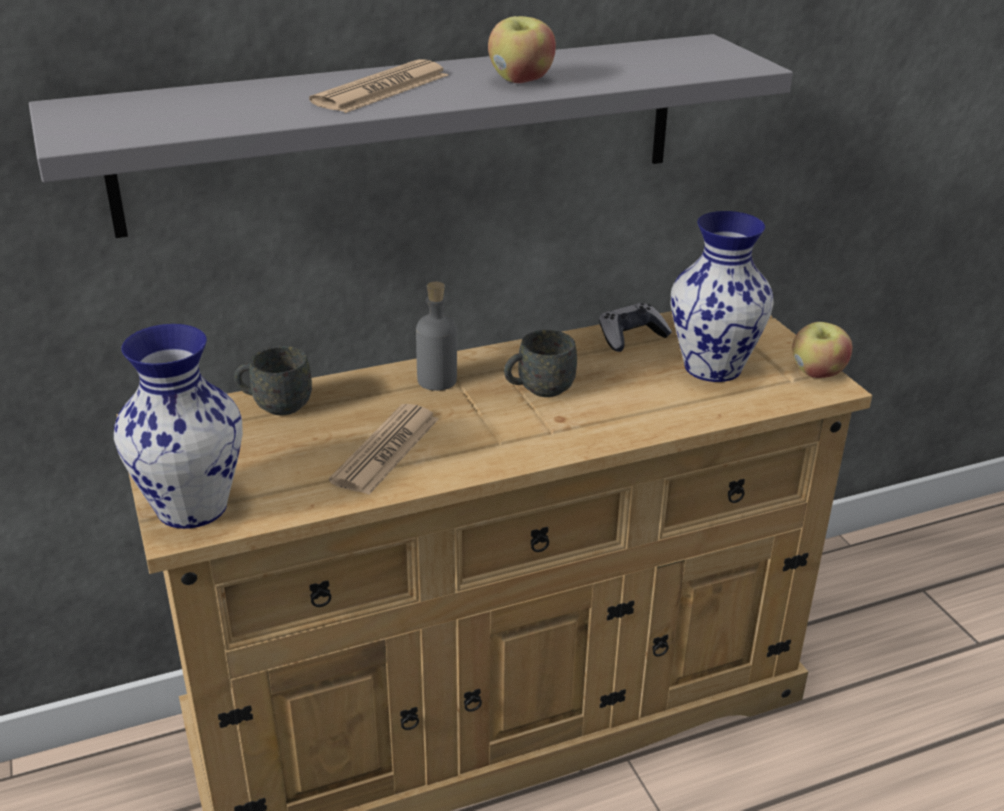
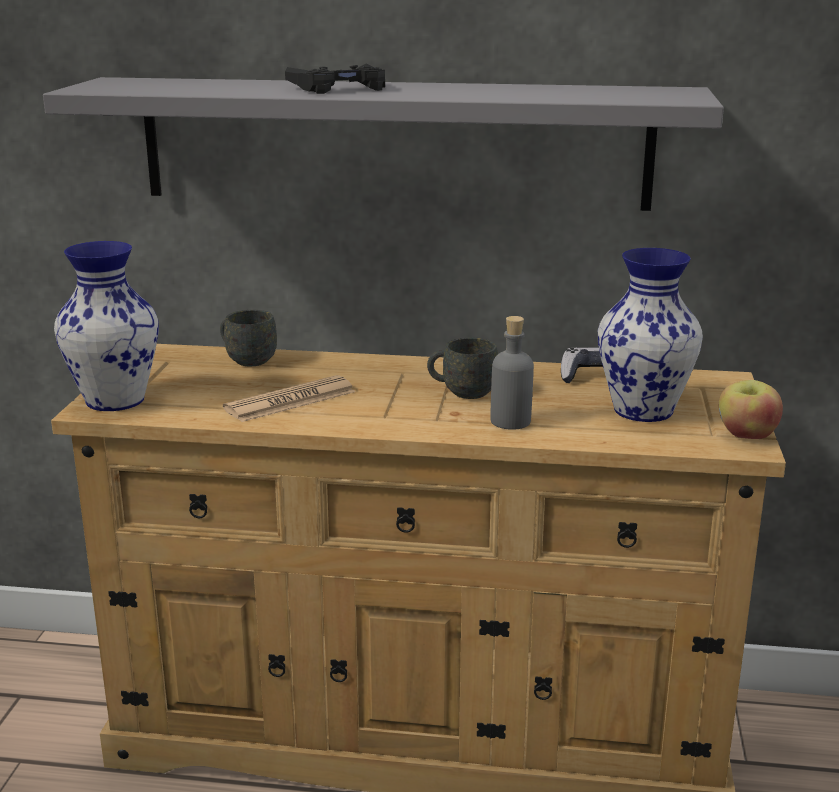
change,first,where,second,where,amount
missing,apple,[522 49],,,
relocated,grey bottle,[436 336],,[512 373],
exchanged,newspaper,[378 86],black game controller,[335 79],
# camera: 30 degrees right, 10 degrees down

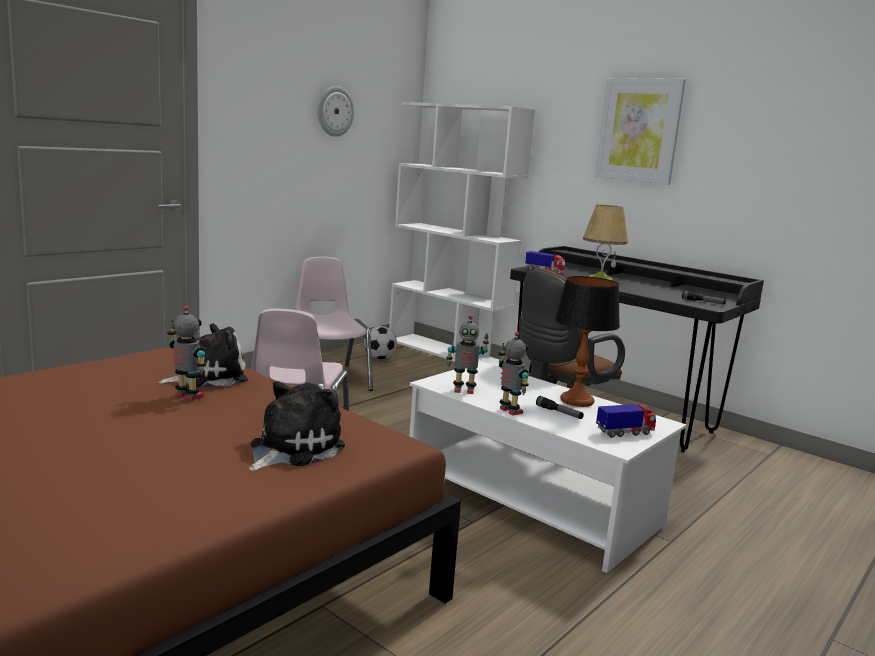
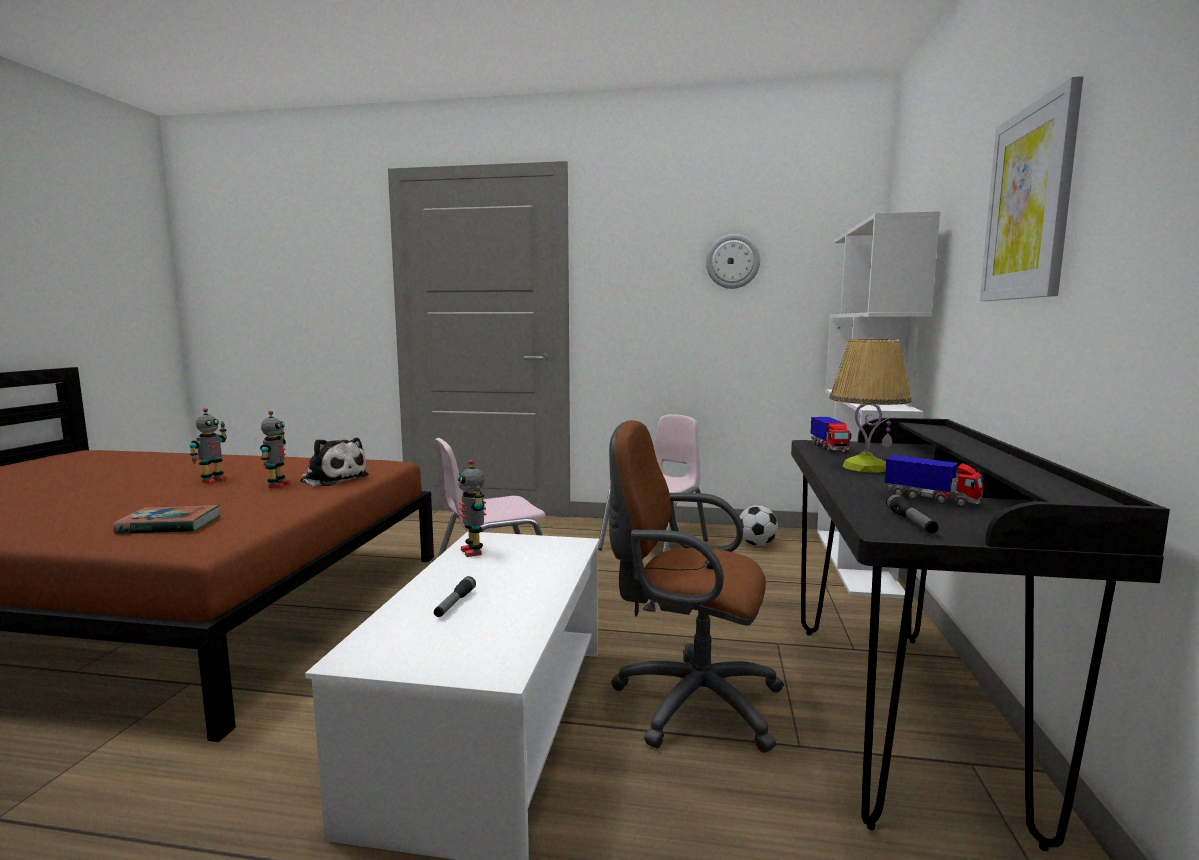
change,first,where,second,where,amount
missing,table lamp,[587 341],,,
relocated,toy robot,[513 373],,[208 446],
relocated,toy truck,[626 421],,[934 481],
exchanged,plush toy,[297 426],book,[166 519],
# camera: 60 degrees right, 5 degrees down

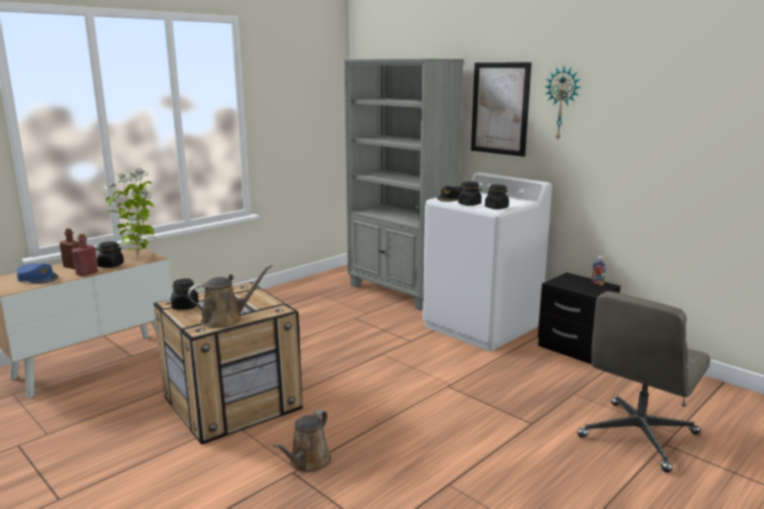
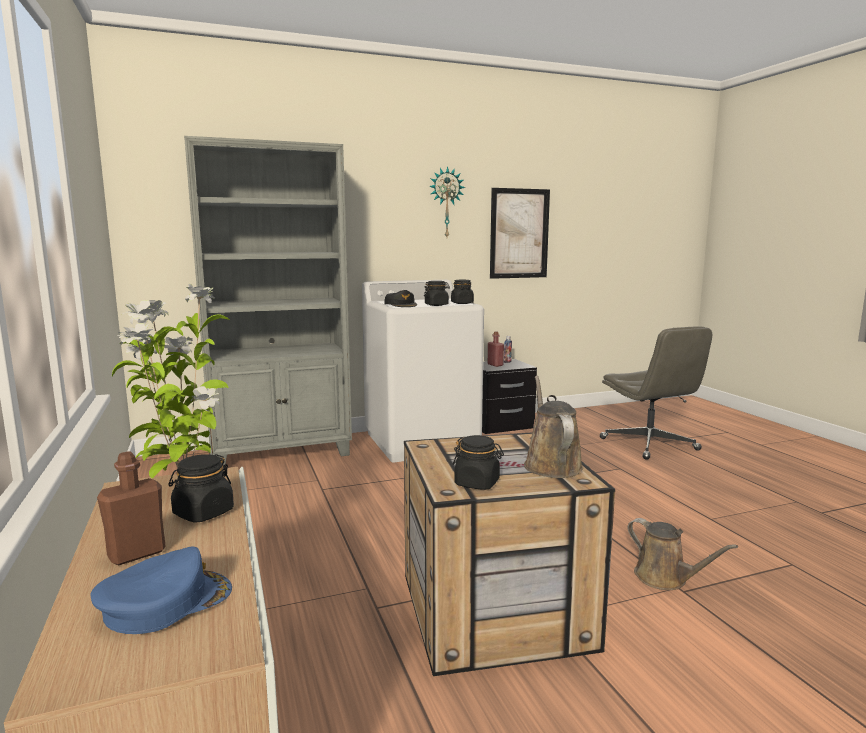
change,first,where,second,where,amount
relocated,red bottle,[85 255],,[496 349],
relocated,picture,[501 109],,[520 233],
# camera: 65 degrees left, 5 degrees down

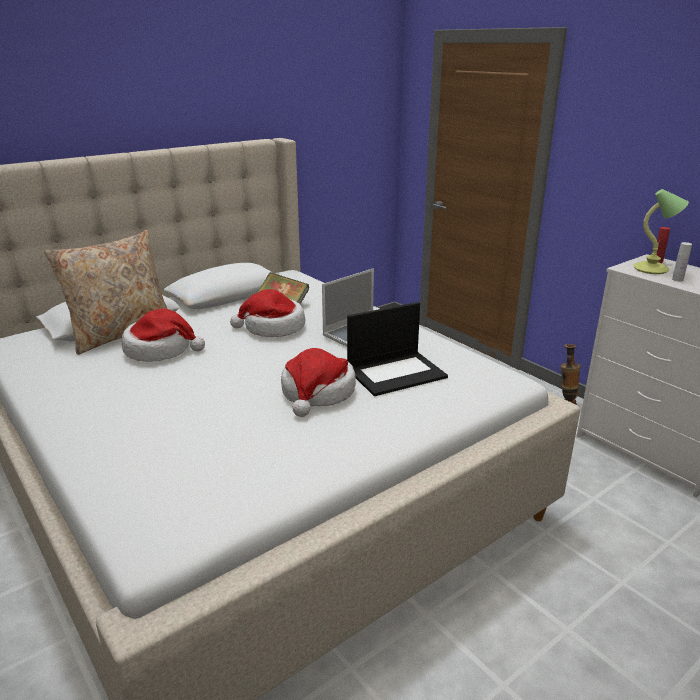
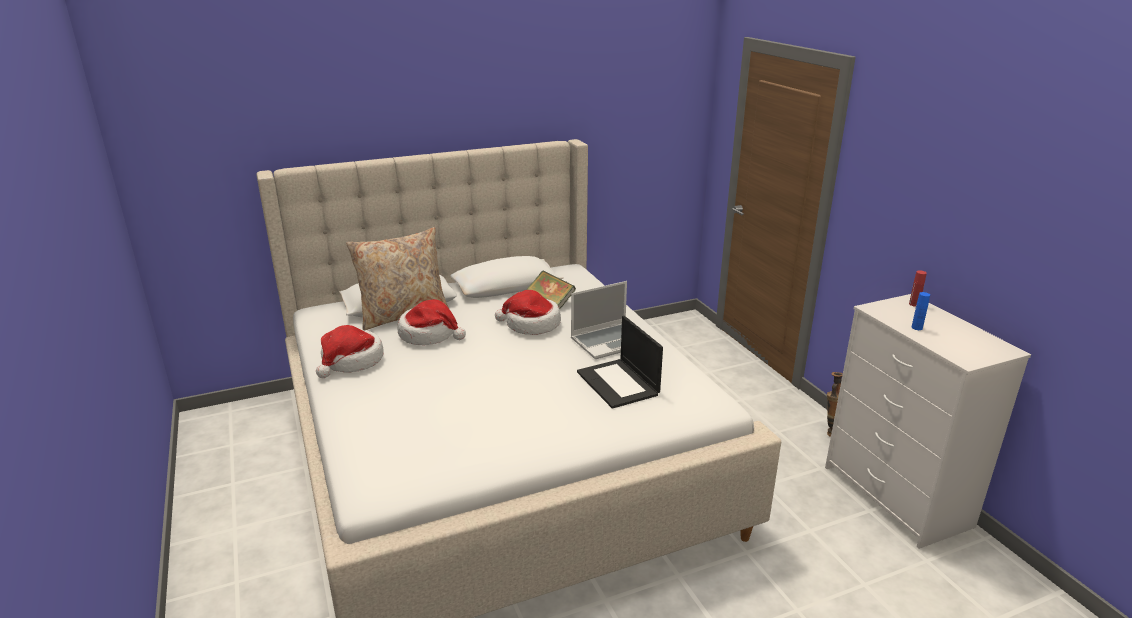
change,first,where,second,where,amount
missing,table lamp,[661 231],,,
relocated,hat,[318 382],,[350 351],
colour,white bottle,[682 262],blue bottle,[921 311],
spun,laptop,[397 349],,[620 362],75 degrees clockwise
# camera: 15 degrees right, 0 degrees up

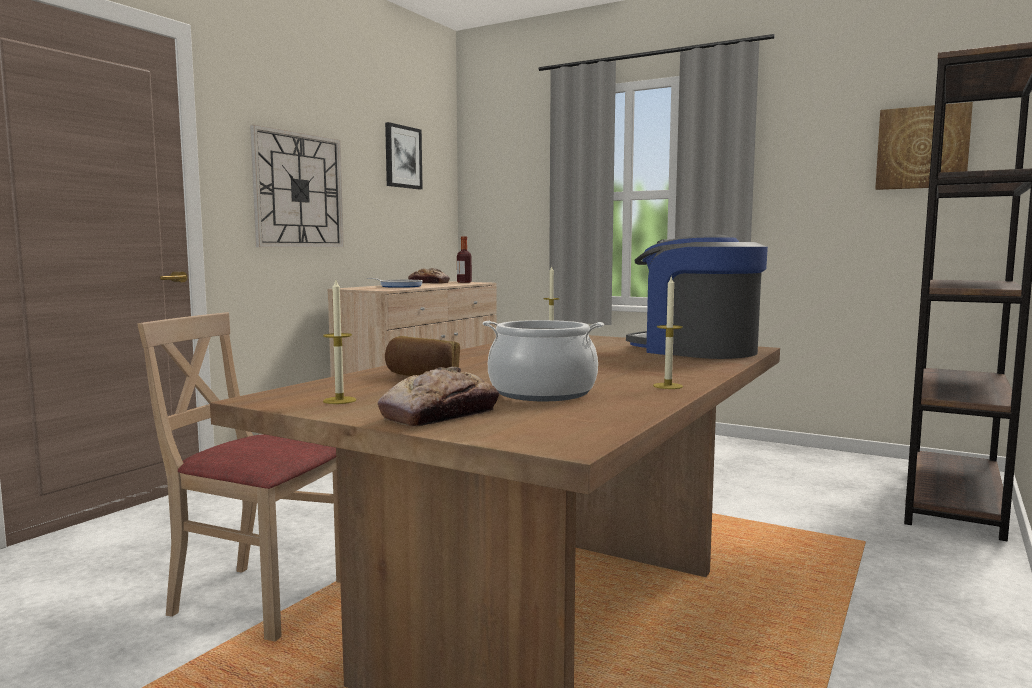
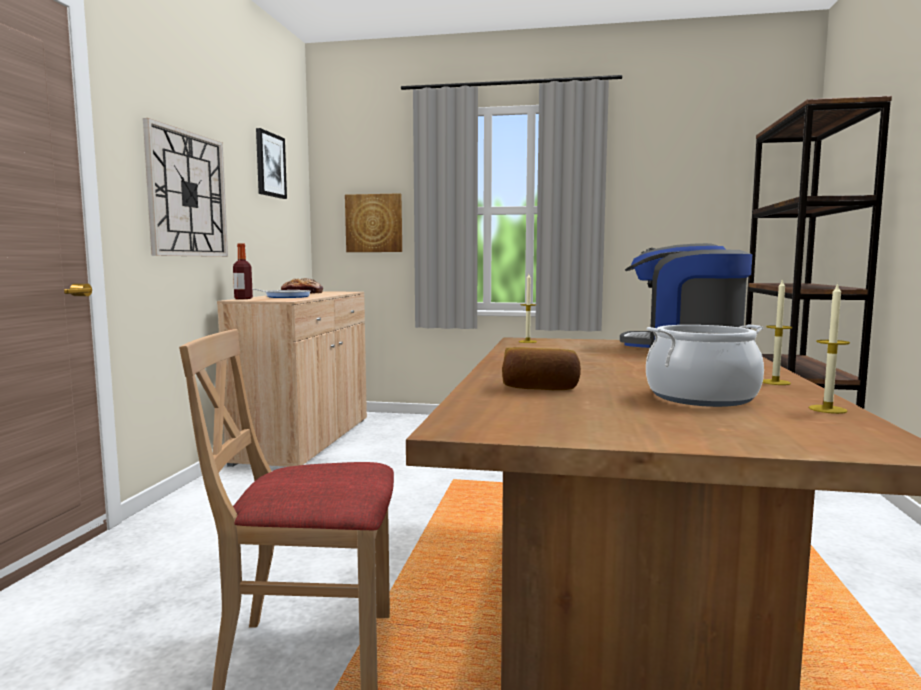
change,first,where,second,where,amount
missing,bread,[438 397],,,
relocated,candle,[339 342],,[829 348],
relocated,bottle,[464 259],,[243 271],
relocated,picture,[924 146],,[373 222],
# camera: 20 degrees left, 0 degrees up

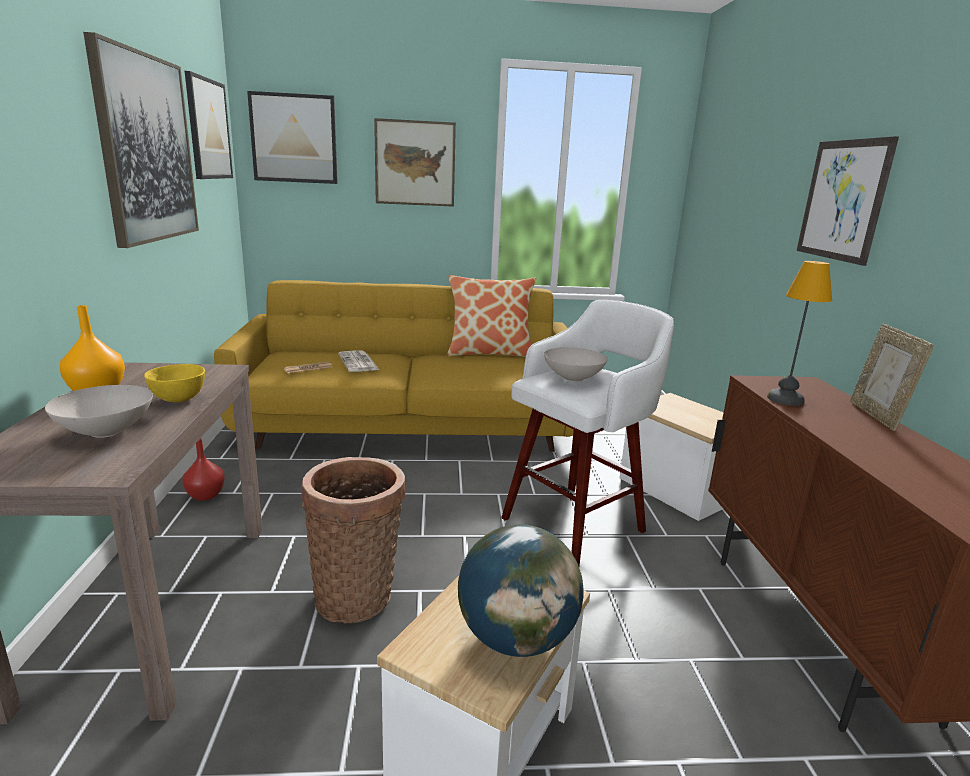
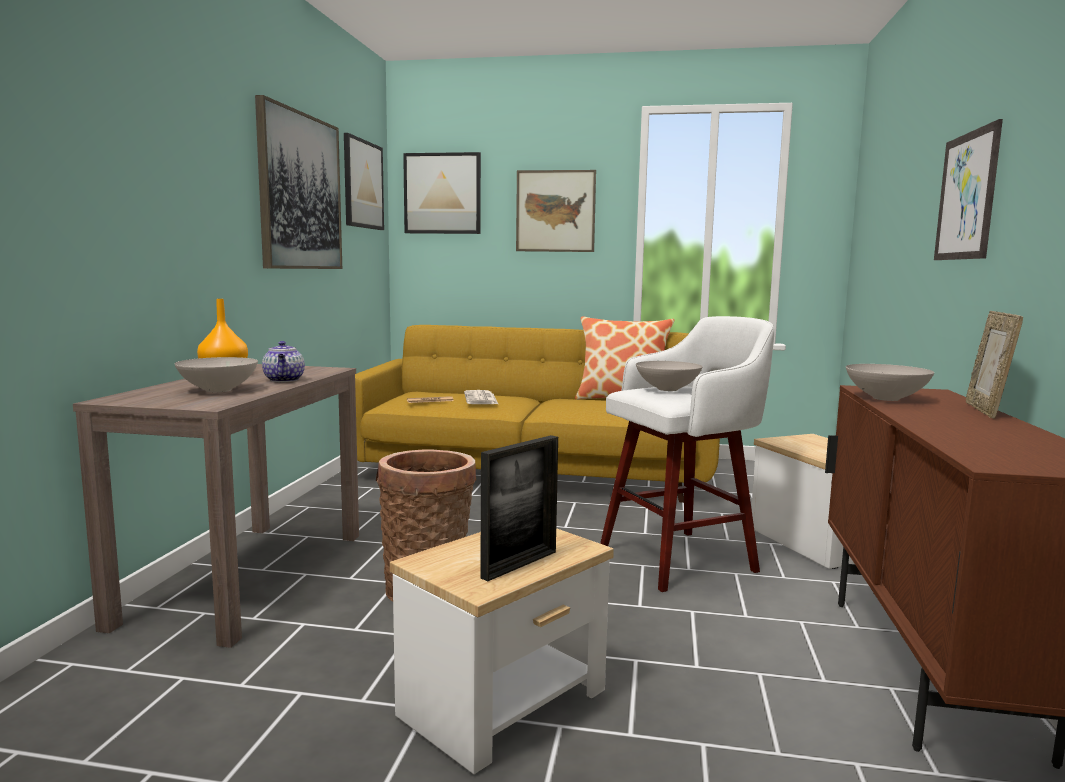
change,first,where,second,where,amount
missing,red vase,[203 469],,,
exchanged,yellow bowl,[174 383],teapot,[283 361],
exchanged,globe,[521 590],picture frame,[519 508],
exchanged,table lamp,[799 333],white bowl,[890 382],
# camera: 15 degrees right, 10 degrees down

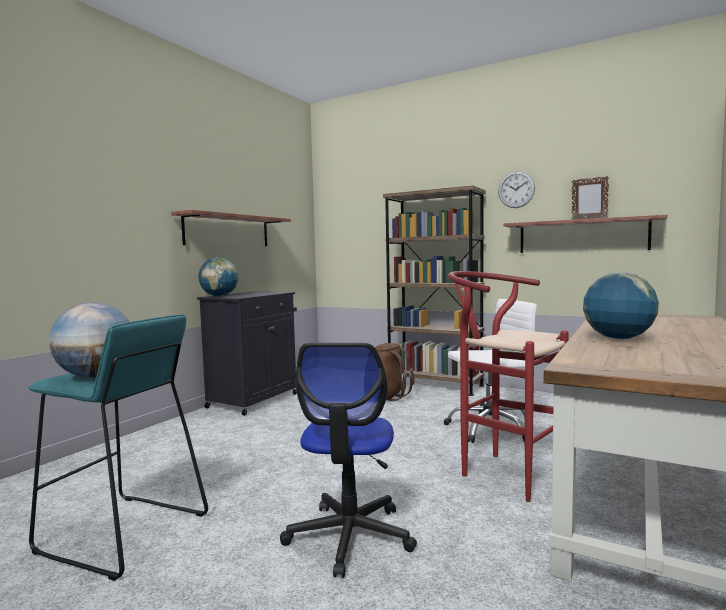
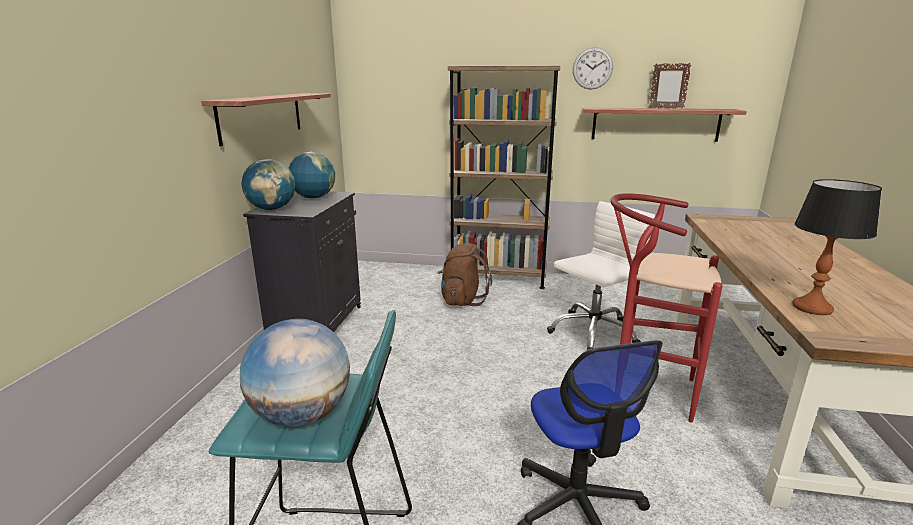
change,first,where,second,where,amount
appeared,,,table lamp,[837 247],
relocated,globe,[621 305],,[311 175],
# camera: 20 degrees left, 15 degrees up

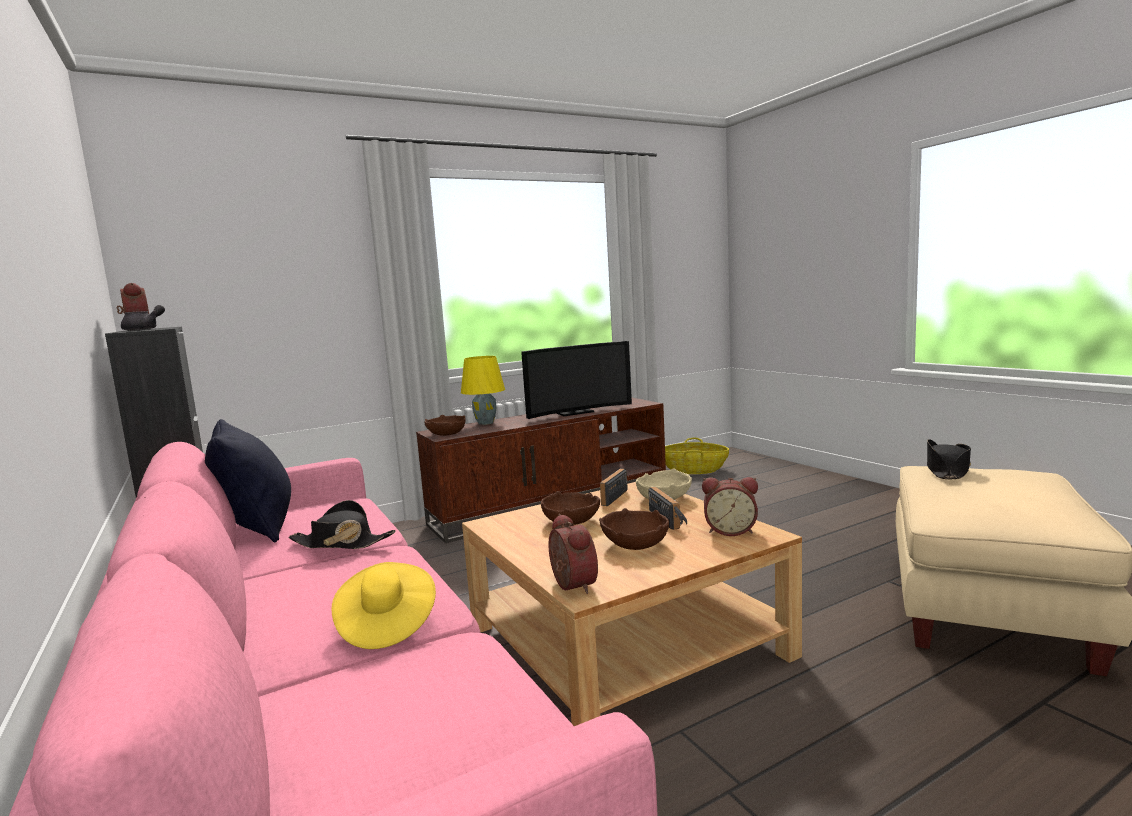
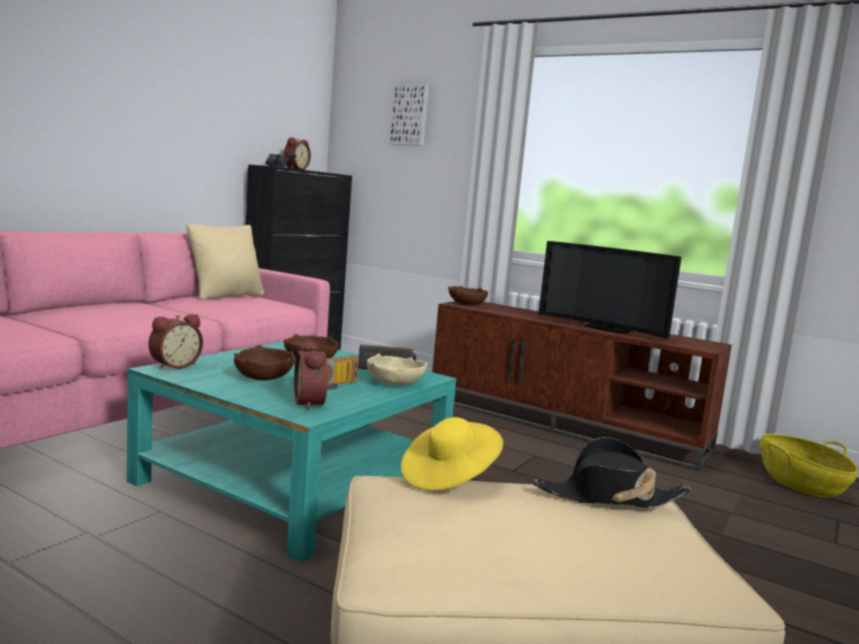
change,first,where,second,where,amount
missing,black hat,[342 524],,,
missing,yellow table lamp,[483 390],,,
appeared,,,picture,[409 115],
relocated,yellow hat,[383 605],,[452 454],
colour,black pillow,[248 480],beige pillow,[225 262],
colour,beige coffee table,[632 604],turquoise coffee table,[291 451],
# camera: 60 degrees right, 0 degrees up

